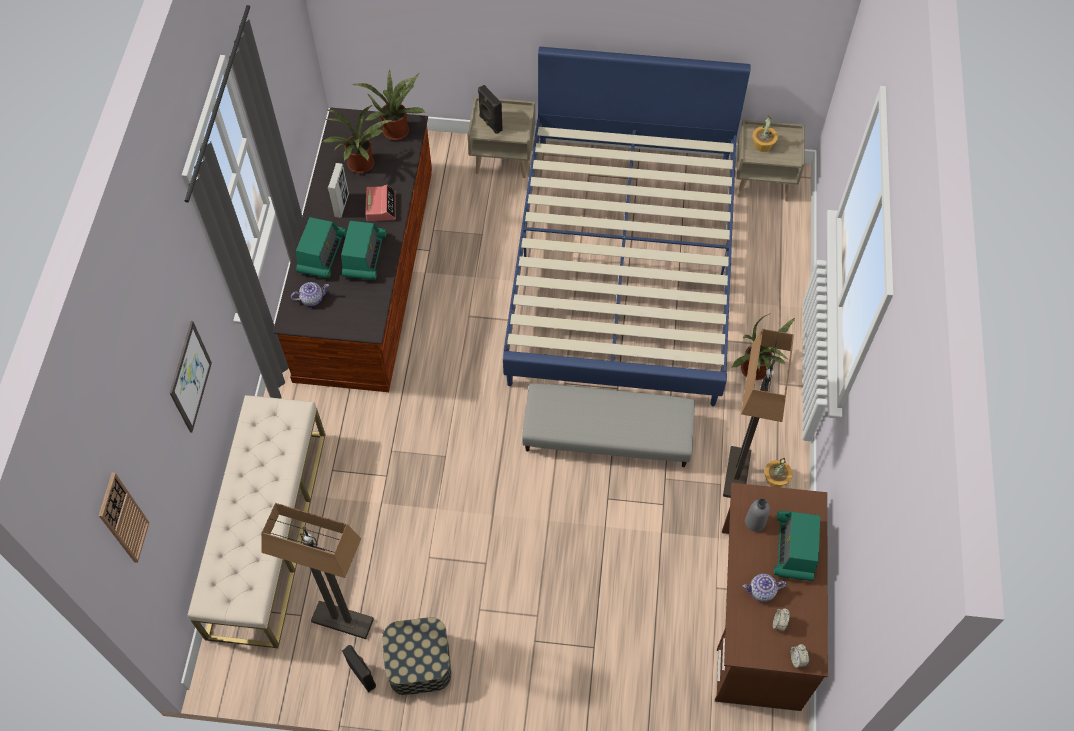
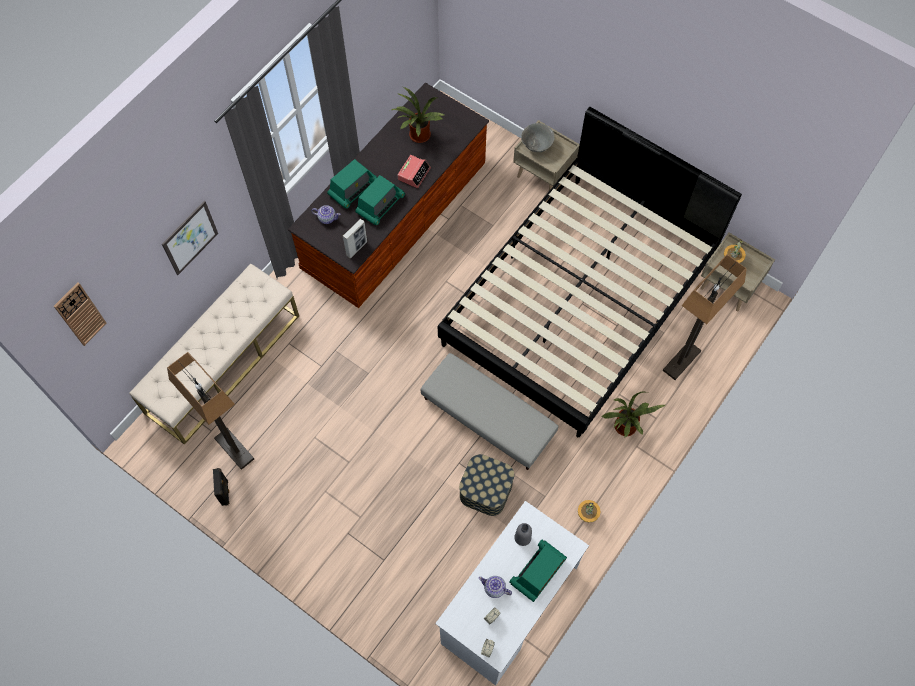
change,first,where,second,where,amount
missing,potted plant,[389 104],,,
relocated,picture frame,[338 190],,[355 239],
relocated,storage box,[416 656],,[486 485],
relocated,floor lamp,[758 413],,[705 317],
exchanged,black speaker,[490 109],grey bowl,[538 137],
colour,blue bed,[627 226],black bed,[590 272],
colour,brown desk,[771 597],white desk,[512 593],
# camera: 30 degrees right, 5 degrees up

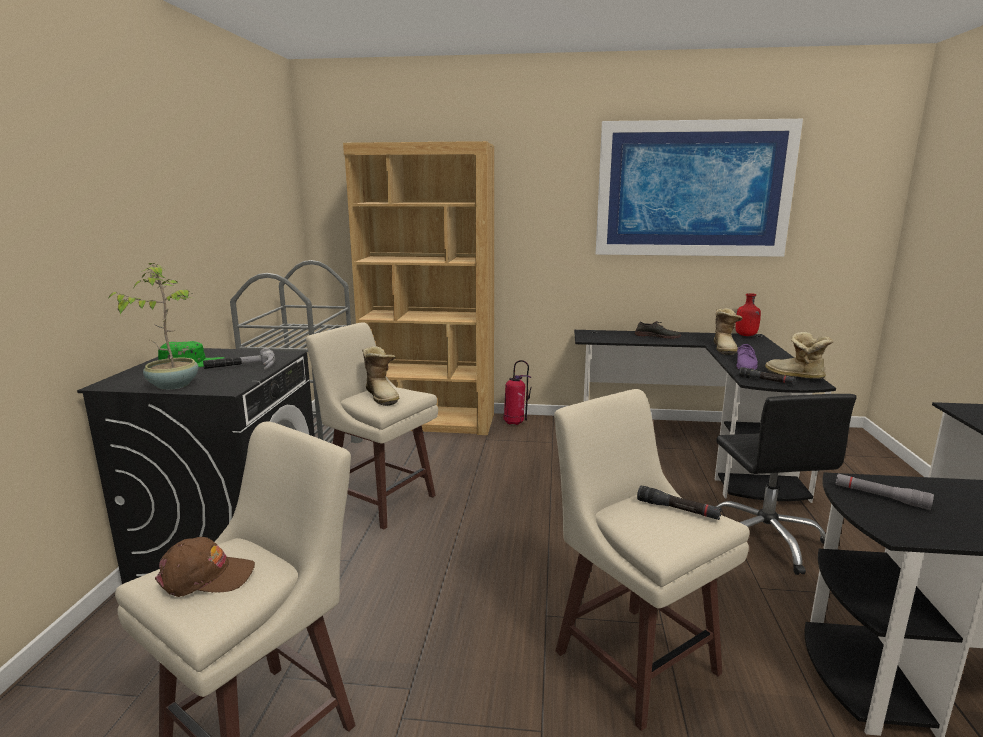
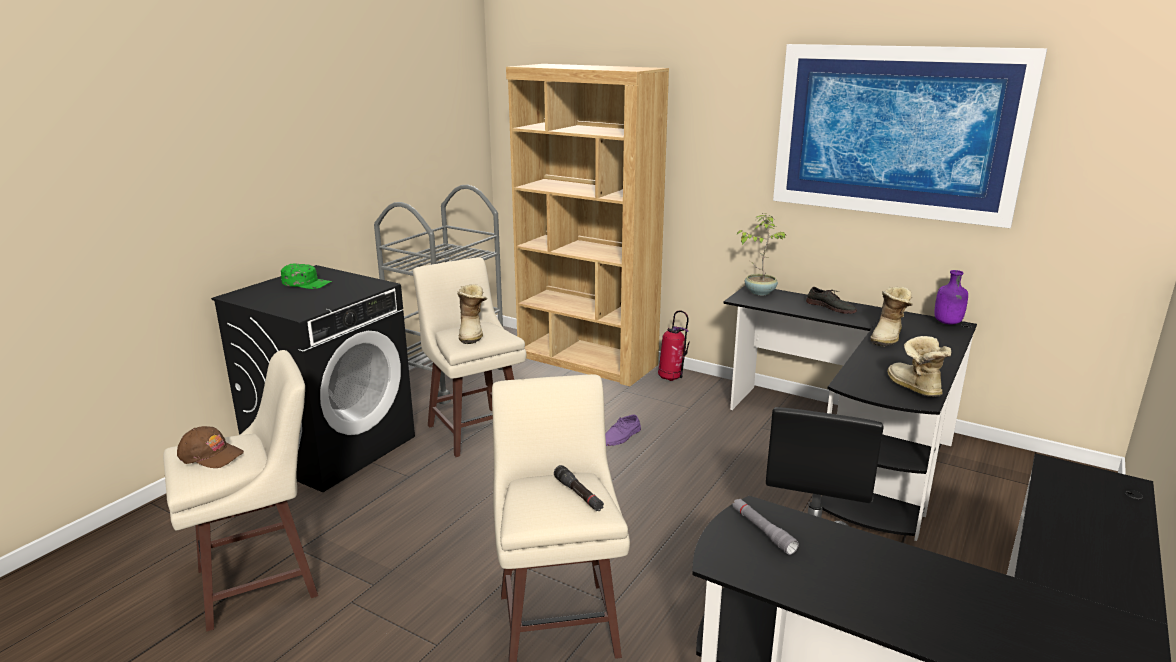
change,first,where,second,where,amount
missing,hammer,[239 359],,,
missing,black flashlight,[767 376],,,
relocated,potted plant,[153 326],,[761 254],
relocated,purple shoe,[747 357],,[623 430],
colour,red bottle,[748 314],purple bottle,[951 297],
# camera: 25 degrees right, 5 degrees up

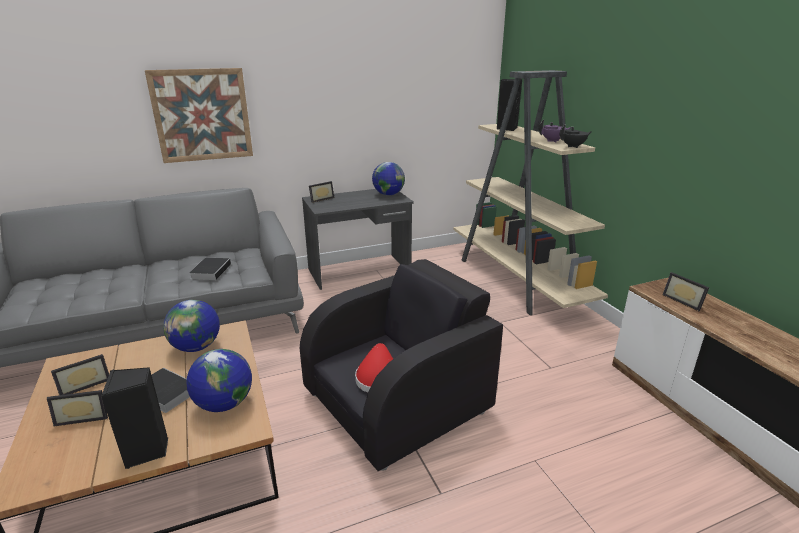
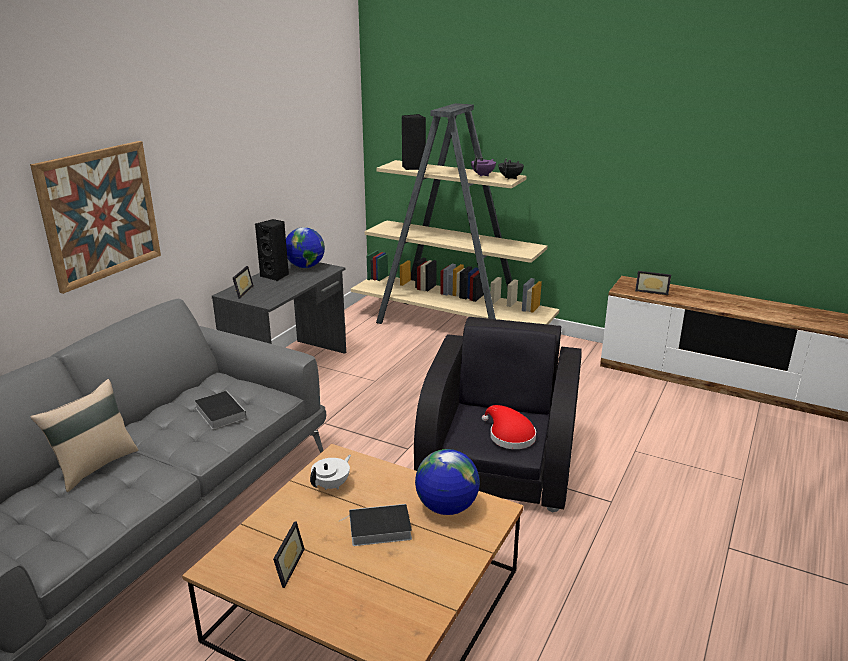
change,first,where,second,where,amount
missing,picture frame,[77 408],,,
appeared,,,beige pillow,[84 435],
relocated,black speaker,[134 418],,[272 250],
exchanged,globe,[191 326],white teapot,[330 472],
# camera: 40 degrees left, 0 degrees up

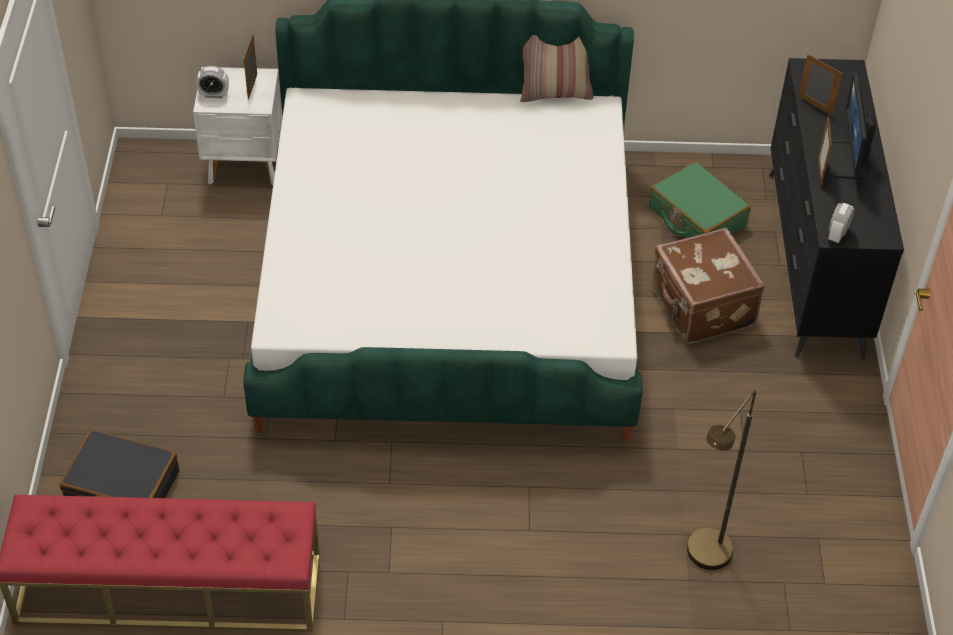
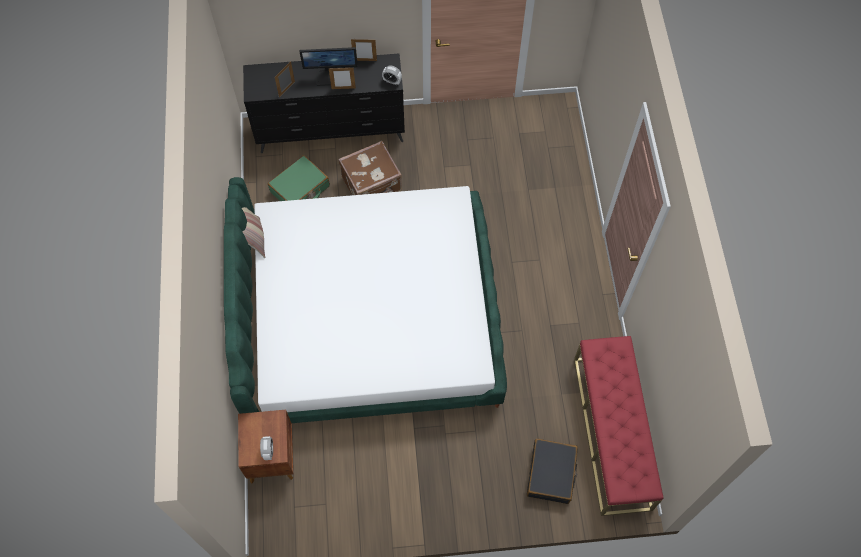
change,first,where,second,where,amount
missing,brown floor lamp,[721 480],,,
relocated,picture frame,[250 67],,[364 50],
colour,white nightstand,[237 126],brown nightstand,[265 446],
# camera: 95 degrees left, 15 degrees up

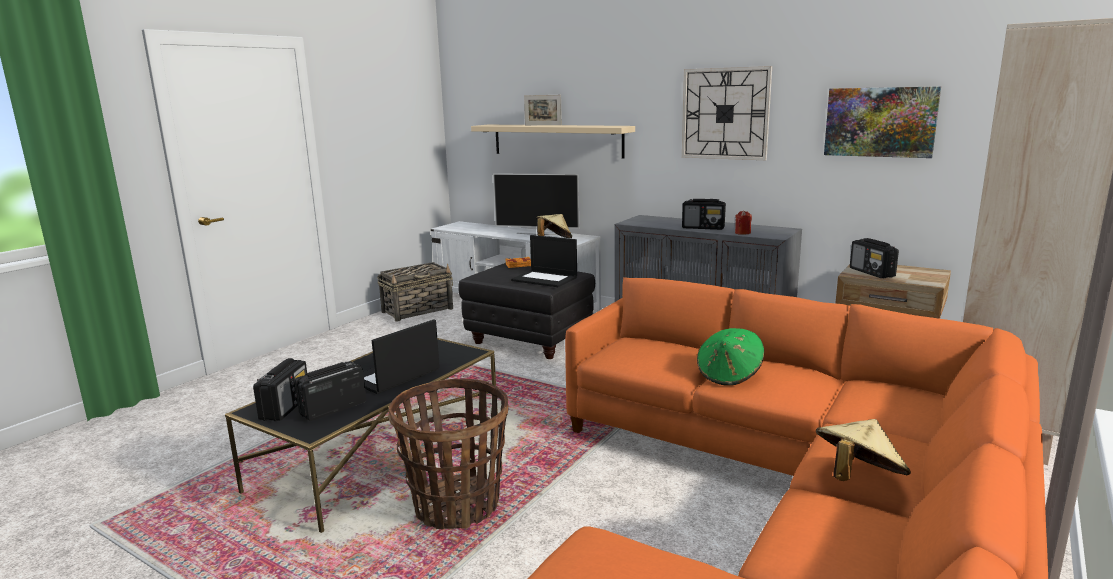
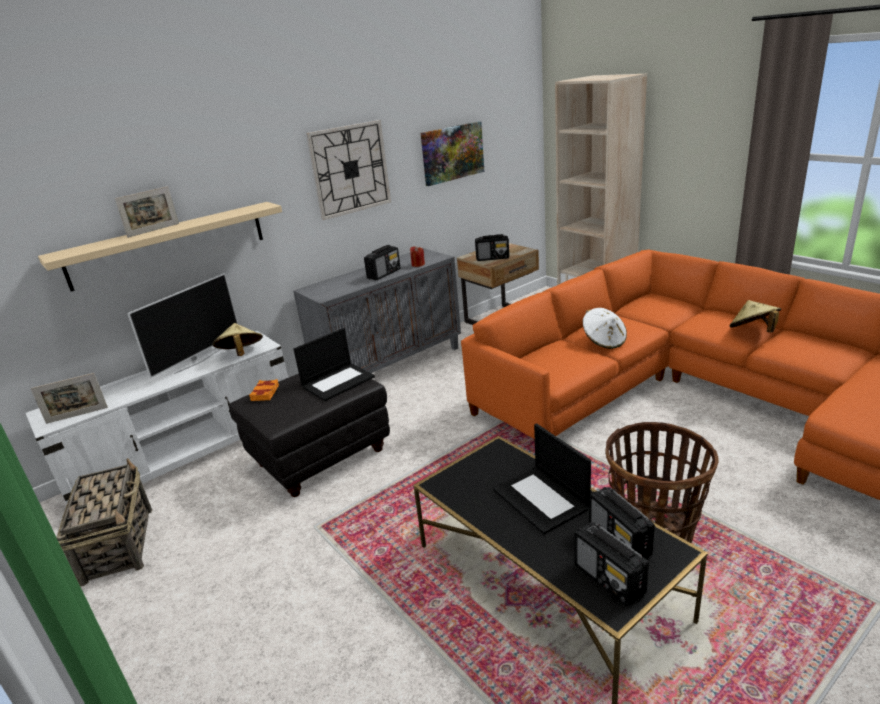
change,first,where,second,where,amount
appeared,,,picture frame,[69 398],
colour,green hat,[730 357],white hat,[605 328],
spun,radio,[280 389],,[611 564],150 degrees counterclockwise
# camera: 70 degrees left, 10 degrees up

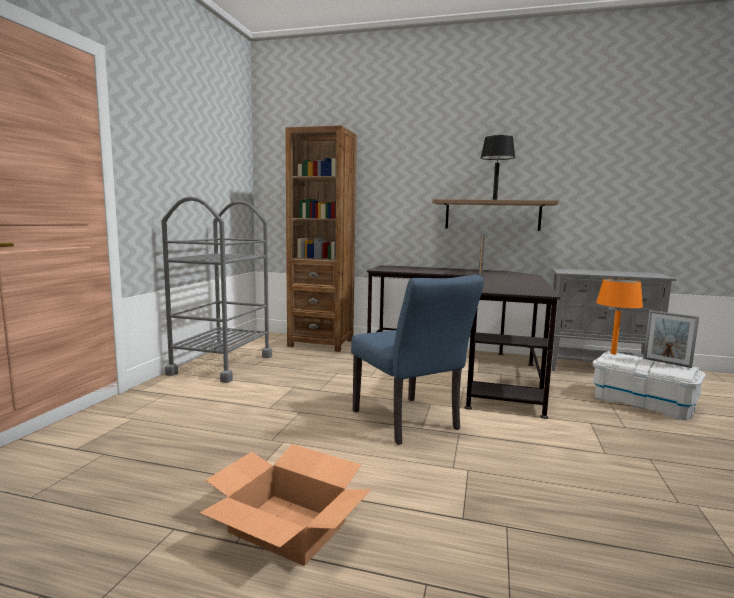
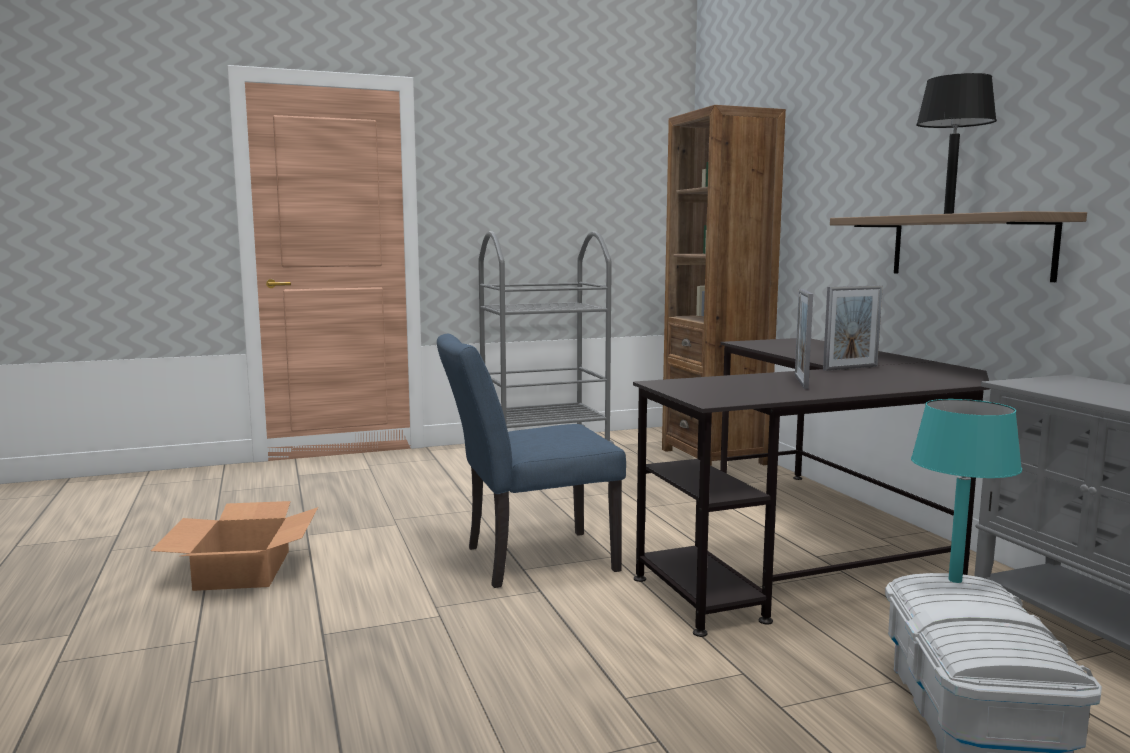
change,first,where,second,where,amount
relocated,picture frame,[671 339],,[804 339],
colour,orange table lamp,[619 316],turquoise table lamp,[966 491],
spun,blue chair,[417 360],,[531 461],45 degrees clockwise
# camera: 55 degrees right, 0 degrees up

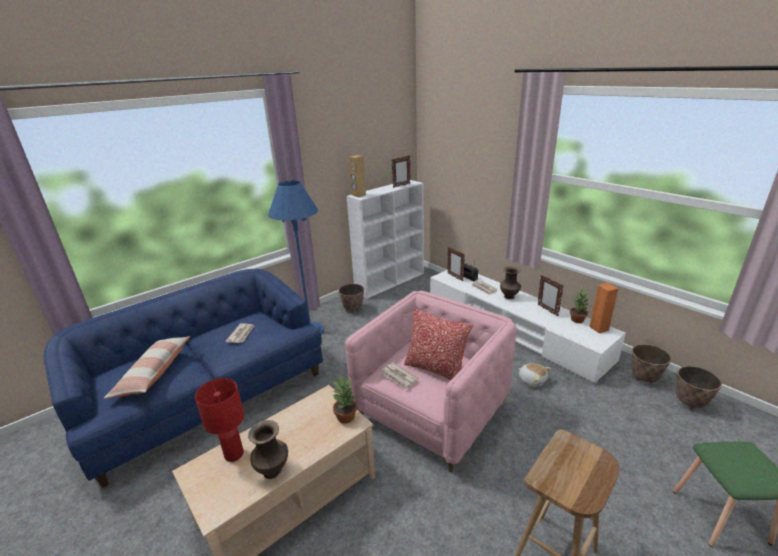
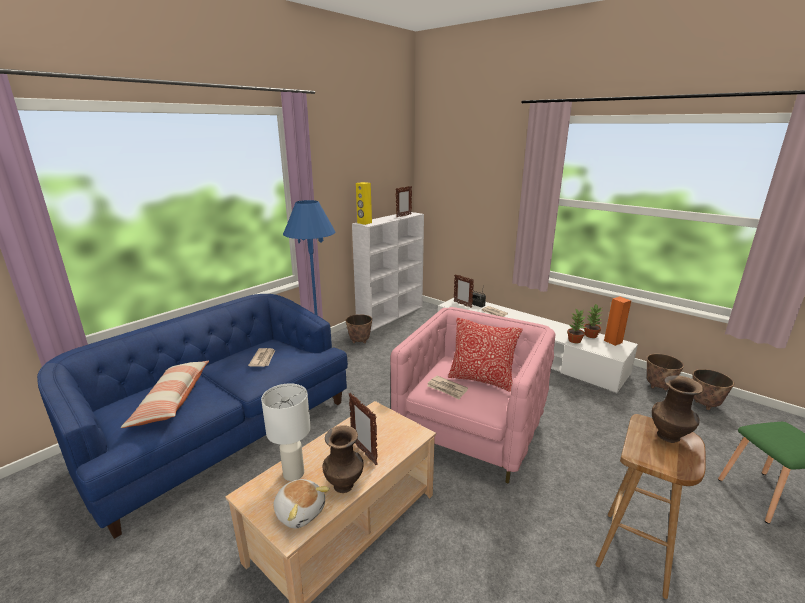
change,first,where,second,where,amount
relocated,potted plant,[345 400],,[576 325],
relocated,brown vase,[510 282],,[678 409],
relocated,plush toy,[535 375],,[301 503],
relocated,picture frame,[550 295],,[363 429],
colour,red table lamp,[219 420],white table lamp,[286 432],
colour,brown speaker,[357 176],yellow speaker,[364 203],
# camera: 10 degrees left, 5 degrees down

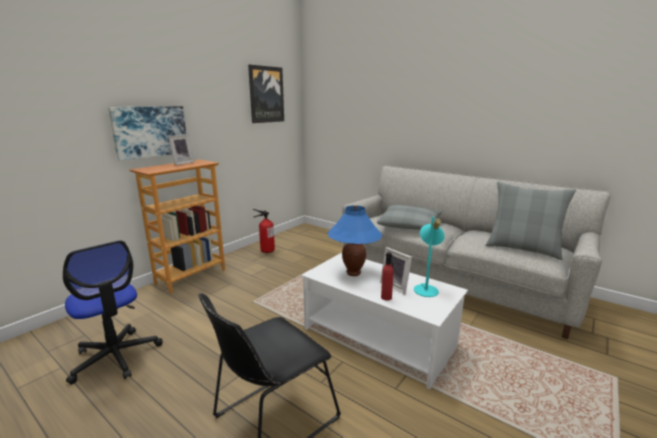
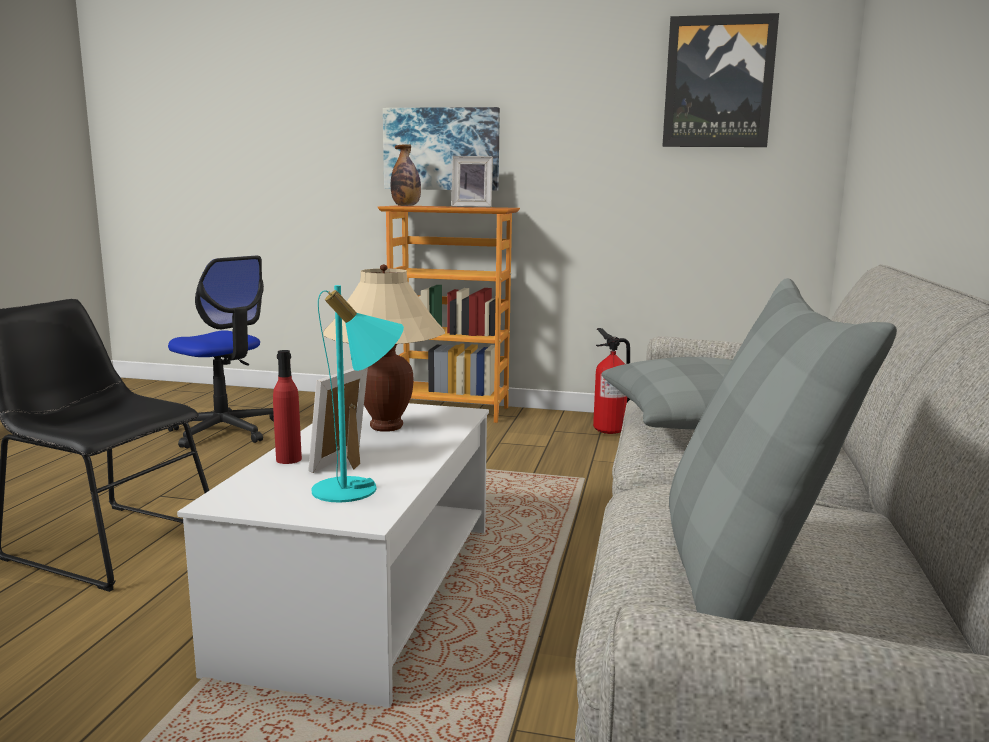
change,first,where,second,where,amount
appeared,,,bottle,[406 175],
colour,blue table lamp,[354 240],beige table lamp,[384 348],
spun,office chair,[113 312],,[221 352],75 degrees counterclockwise
# camera: 65 degrees right, 5 degrees down

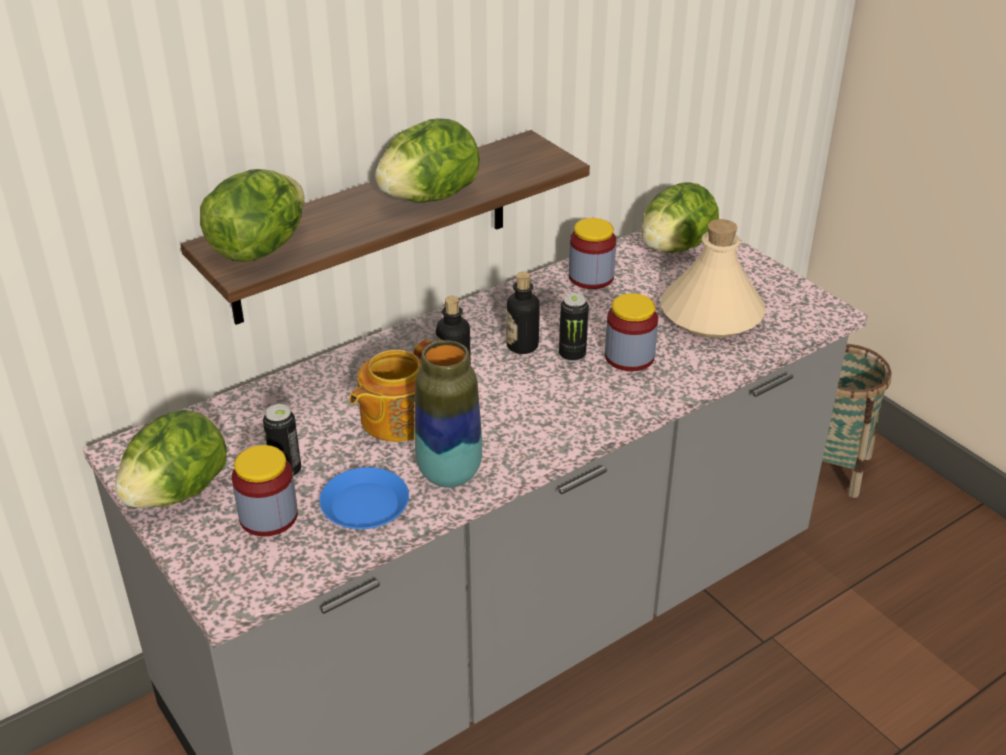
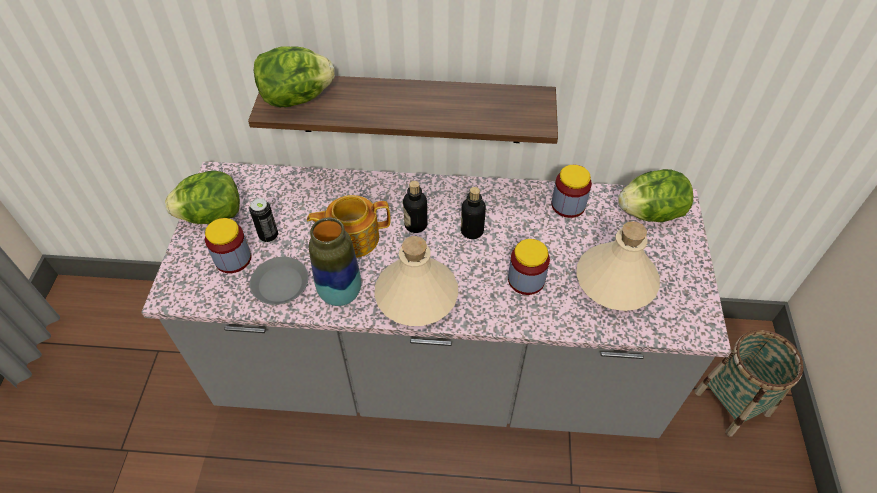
change,first,where,second,where,amount
missing,lettuce,[427 160],,,
missing,can,[574 327],,,
appeared,,,beige bottle,[416 281],
colour,blue plate,[364 498],grey plate,[279 281],
# camera: 40 degrees right, 15 degrees up

